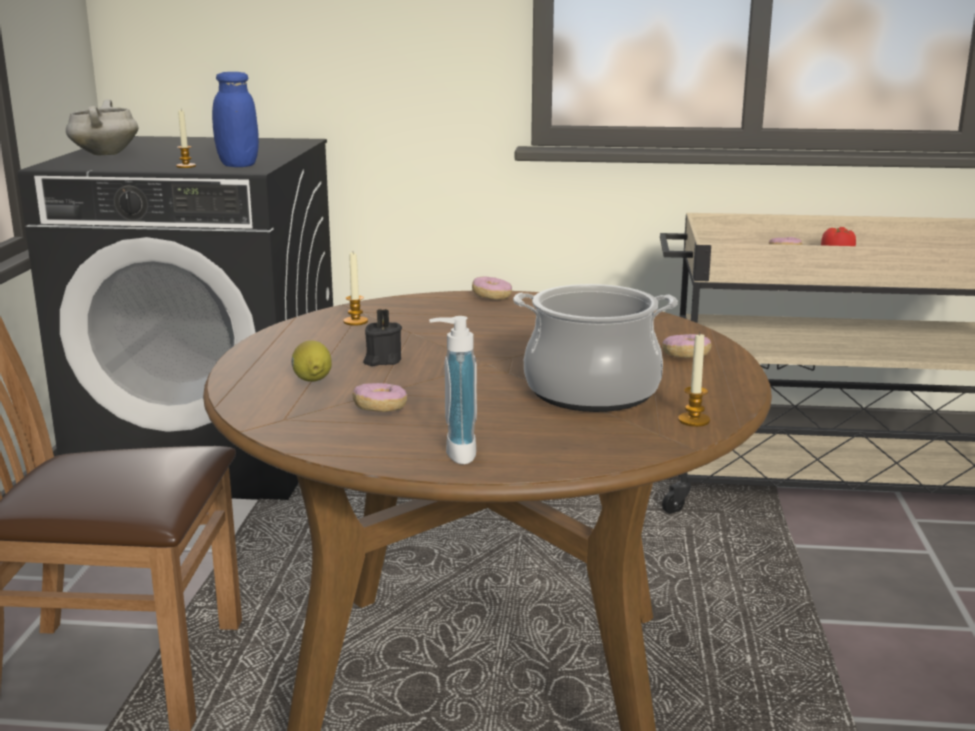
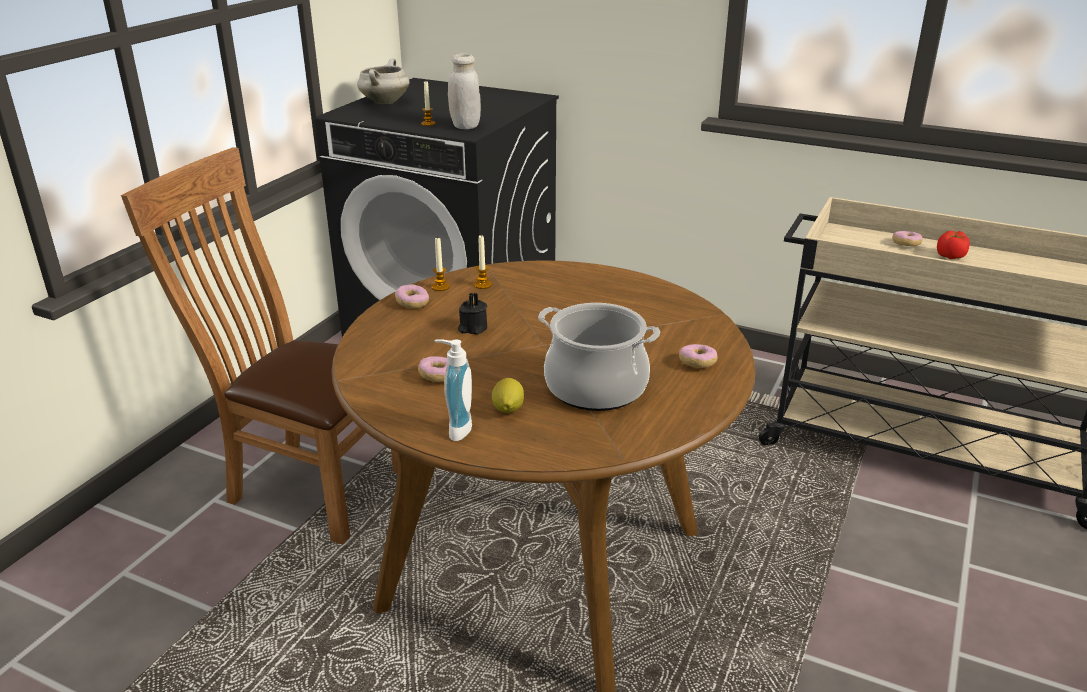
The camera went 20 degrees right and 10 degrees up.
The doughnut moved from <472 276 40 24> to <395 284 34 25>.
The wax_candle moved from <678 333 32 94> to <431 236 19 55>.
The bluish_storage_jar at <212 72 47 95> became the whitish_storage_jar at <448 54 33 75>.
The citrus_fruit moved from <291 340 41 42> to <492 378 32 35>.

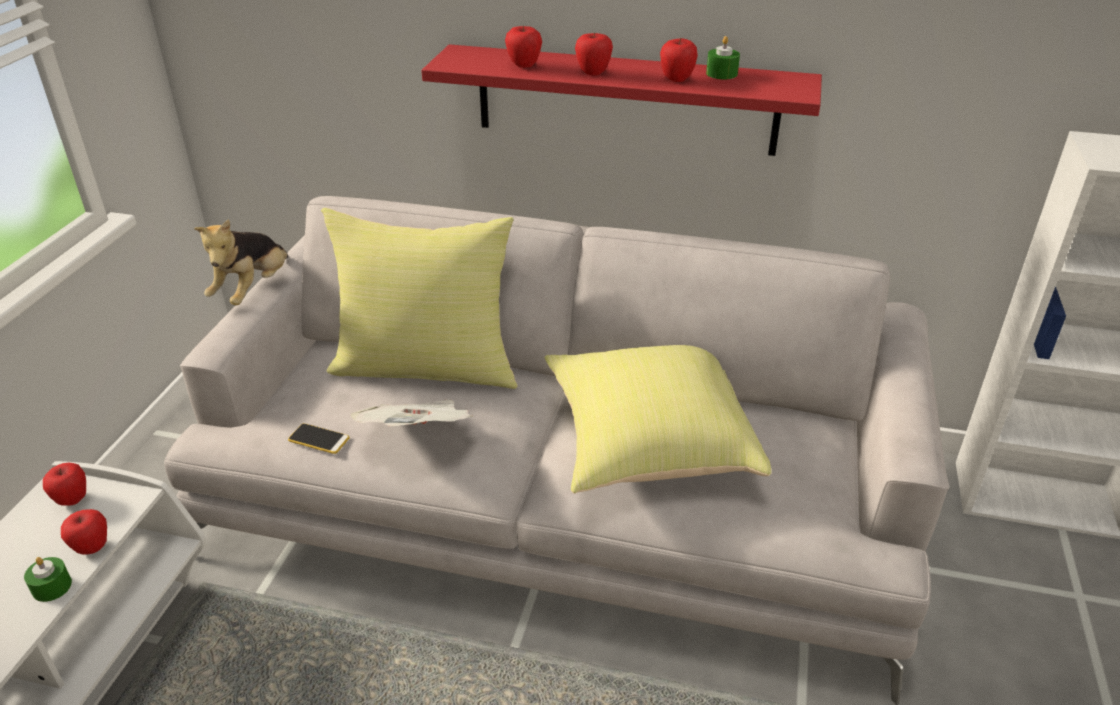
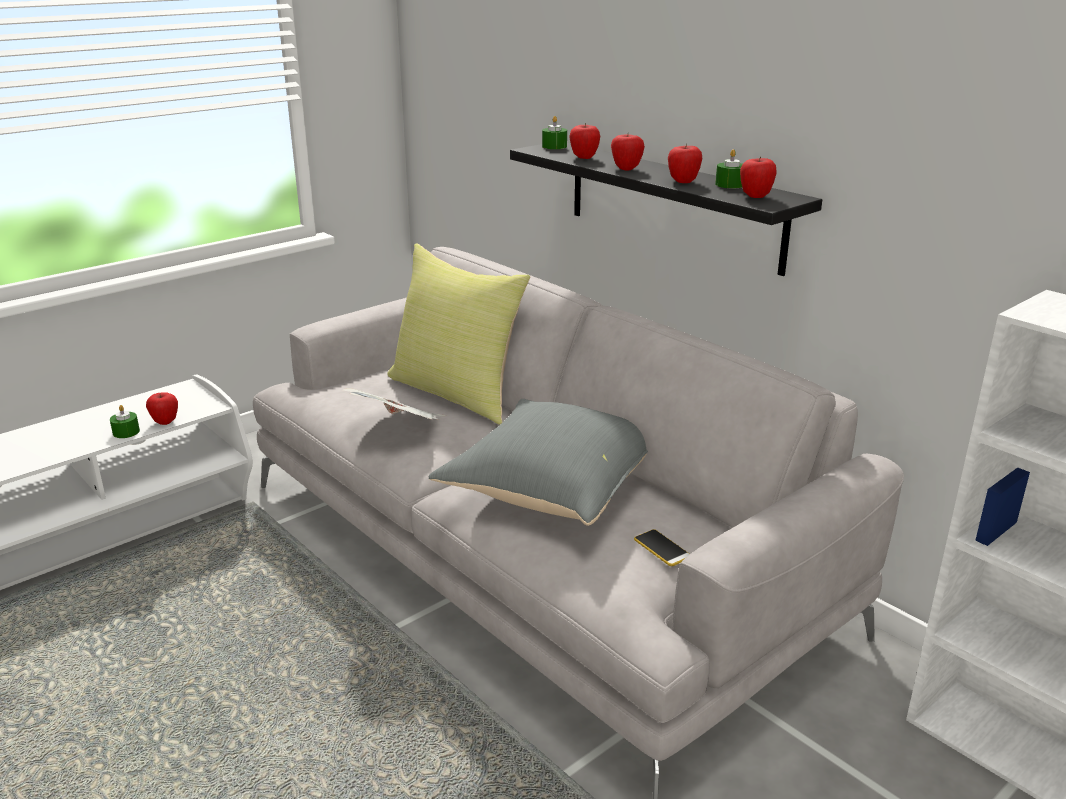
The camera went 35 degrees right and 10 degrees down.
The yellow-coloured_cushion at <544 345 228 149> became the gray_cushion at <429 399 219 127>.
The red-coloured_bracket_shelf at <421 44 401 112> became the black-coloured_bracket_shelf at <510 143 312 133>.
The green-coloured_wax_candle at <542 116 25 33> appeared.
The telephone moved from <288 423 62 31> to <634 529 56 37>.
The apple_fruit moved from <43 463 43 43> to <740 156 37 42>.
The cuddly_toy at <194 219 94 86> disappeared.

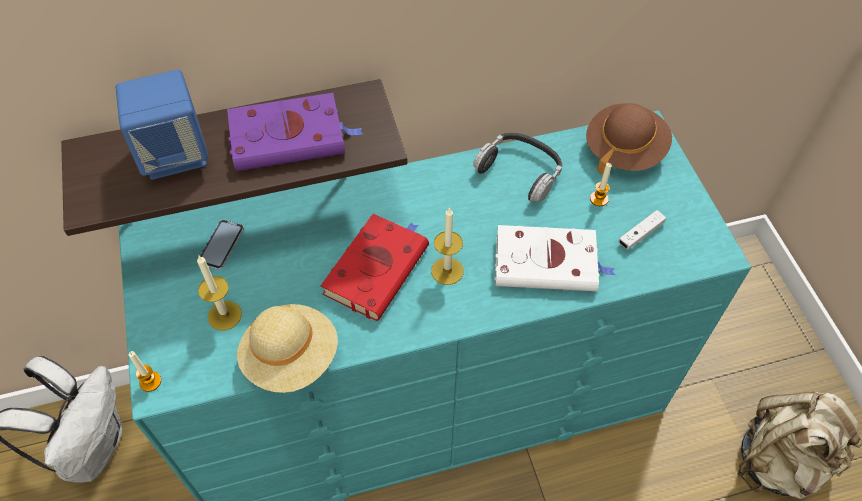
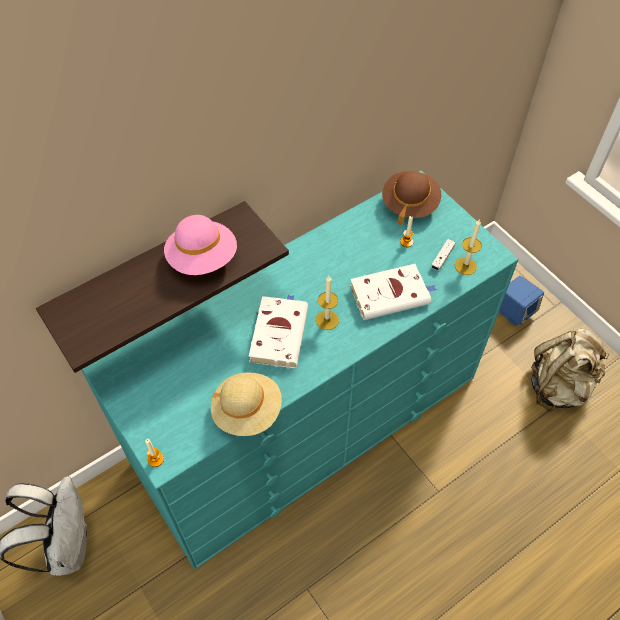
The camera went 20 degrees left and 0 degrees up.
The purple-coloured_book at <227 93 136 78> was replaced by the pinkish_wearable_hat at <164 215 73 60>.
The red-coloured_book at <321 214 108 107> became the whitish_book at <249 295 59 74>.
The wax_candle moved from <197 256 45 75> to <455 220 27 55>.
The bluish_loudspeaker moved from <116 69 92 111> to <499 276 45 50>.
The telephone at <200 220 44 50> disappeared.
The headset at <473 133 89 70> disappeared.

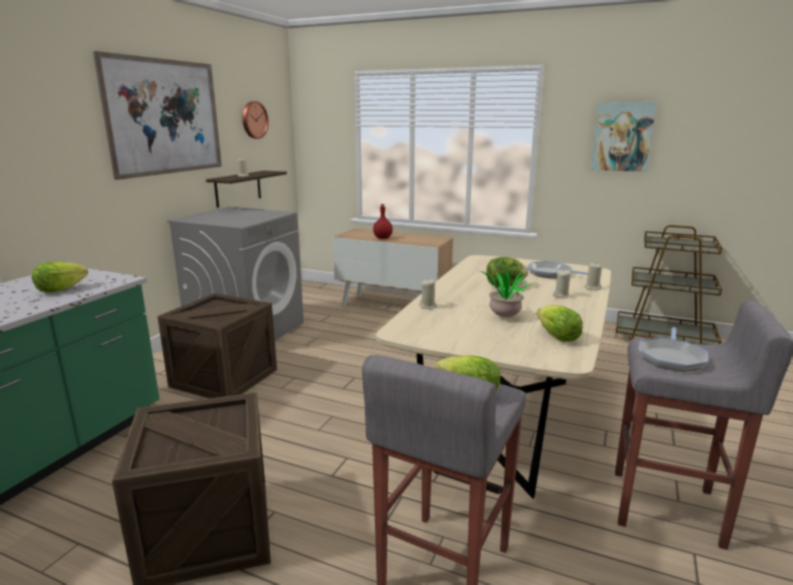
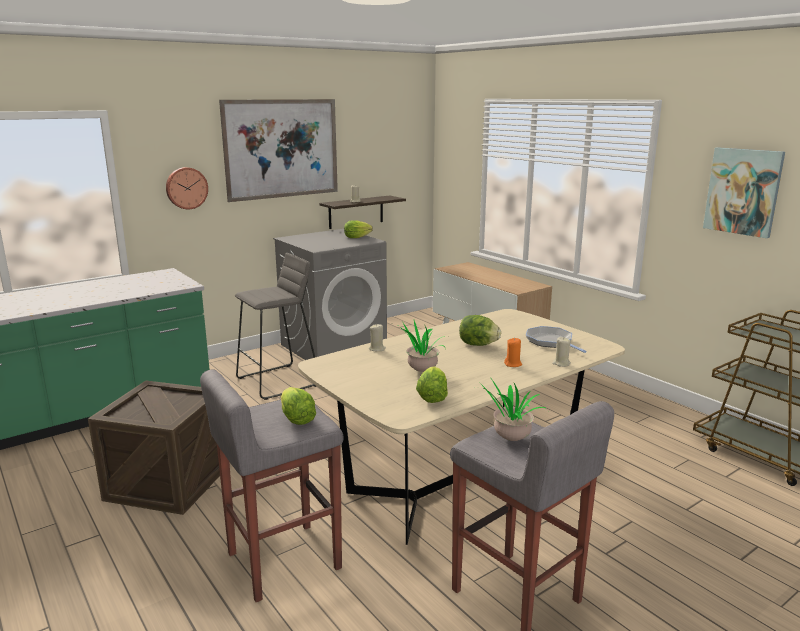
The camera went 30 degrees right and 0 degrees up.
The wall_clock moved from <242 101 27 38> to <166 167 42 42>.
The crate at <157 293 120 105> was replaced by the gray_stool_seat at <235 253 81 147>.
The lettuce_head moved from <32 262 56 31> to <344 221 29 17>.
The frying_pan at <639 327 69 45> was replaced by the plant_in_a_pot at <474 377 74 64>.
The beige_wax_candle at <553 269 18 29> became the orange_wax_candle at <504 338 18 29>.
The red-coloured_drink_bottle at <373 204 20 35> disappeared.

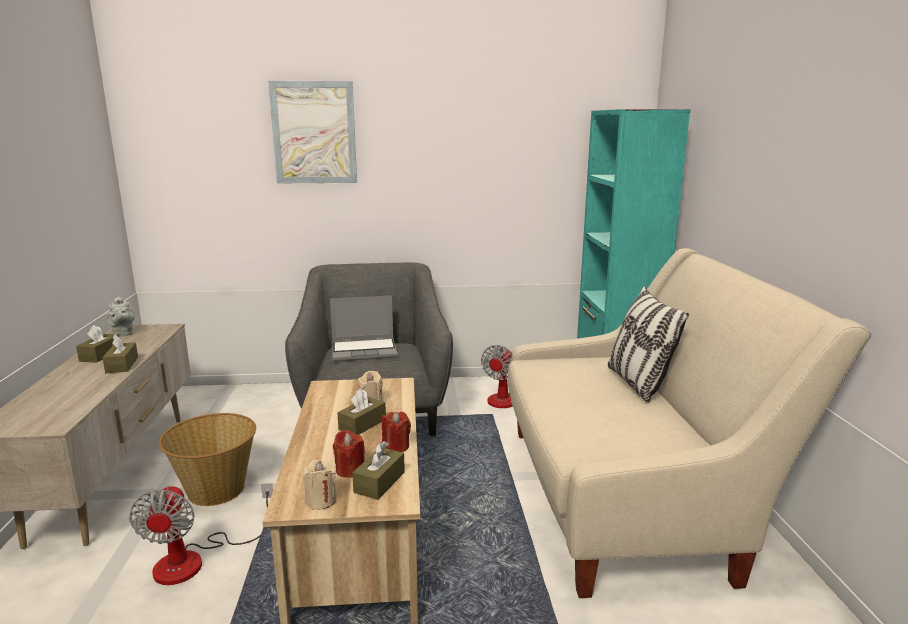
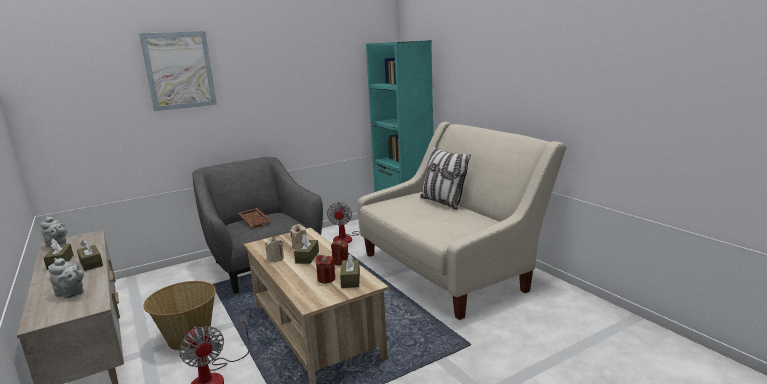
The camera went 25 degrees left and 0 degrees up.
The gray_teapot at <48 258 36 40> appeared.
The portable_computer at <330 296 68 66> was replaced by the brown_carrying_tray at <238 208 34 19>.
The beige_wax_candle moved from <303 460 33 50> to <265 237 19 25>.

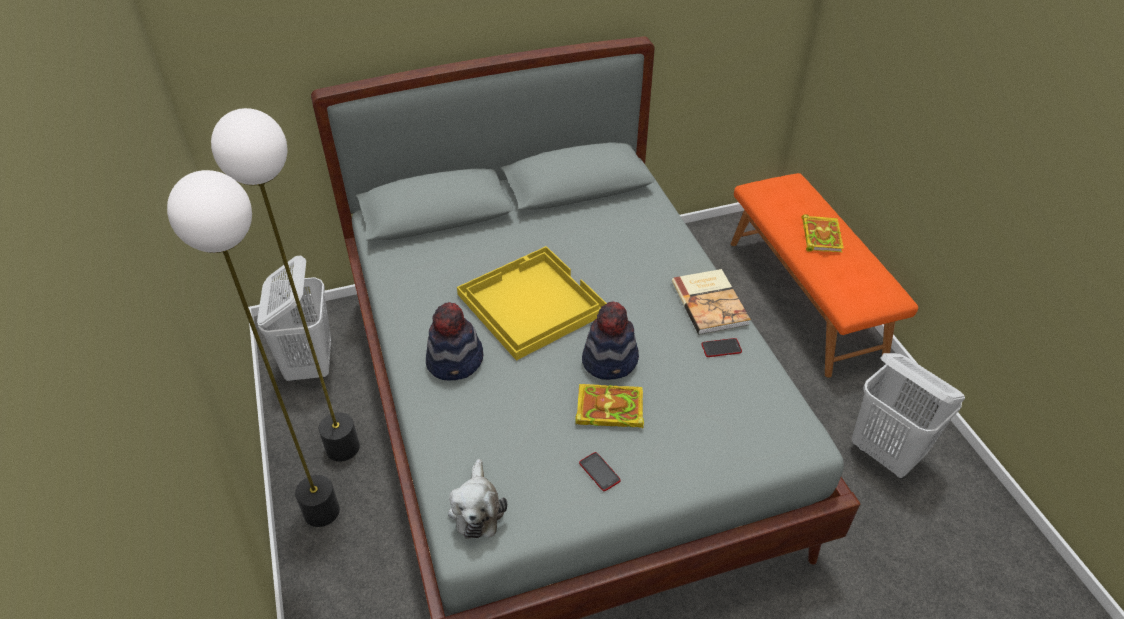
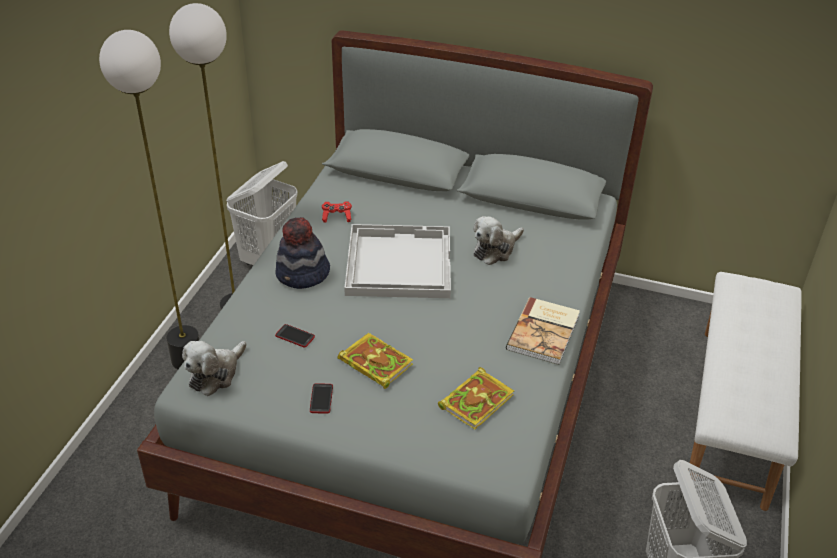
The camera went 35 degrees right and 5 degrees down.
The telephone moved from <701 338 41 19> to <275 324 40 24>.
The red-coloured_joypad at <322 201 30 22> appeared.
The yellow-coloured_carrying_tray at <457 246 150 115> became the whitish_carrying_tray at <344 224 107 74>.
The book moved from <801 214 43 39> to <438 367 76 63>.
The cuddly_toy at <473 216 51 49> appeared.
The orange_bench at <731 173 187 205> became the whitish_bench at <690 272 111 239>.
The wearable_hat at <582 301 57 79> disappeared.

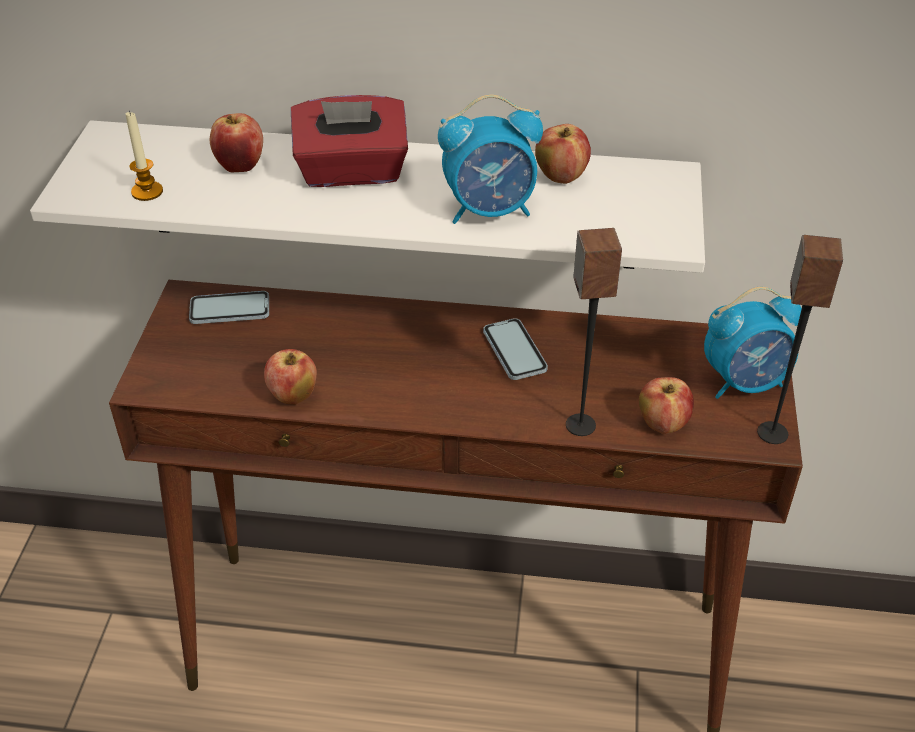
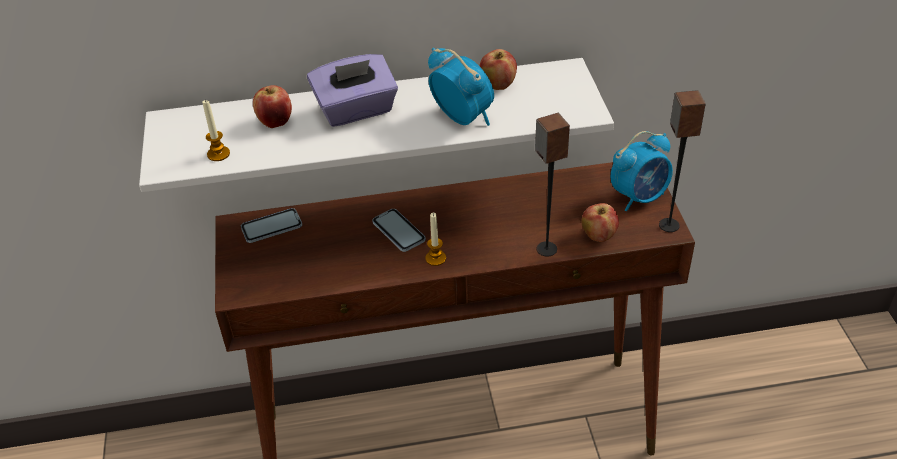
The camera went 15 degrees left and 0 degrees up.
The red-coloured_box_of_tissues at <291 95 117 92> became the purple-coloured_box_of_tissues at <307 54 91 73>.
The telephone moved from <483 318 65 62> to <372 209 54 43>.
The wax_candle at <425 212 21 54> appeared.
The bedside_clock at <438 95 105 129> turned 105 degrees counterclockwise.
The apple_fruit at <264 349 53 56> disappeared.

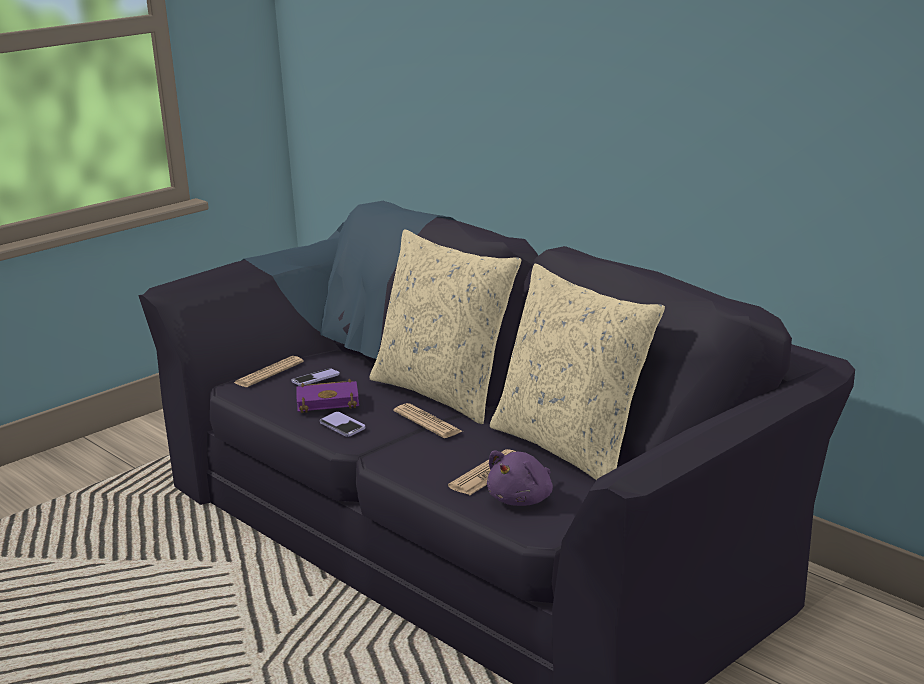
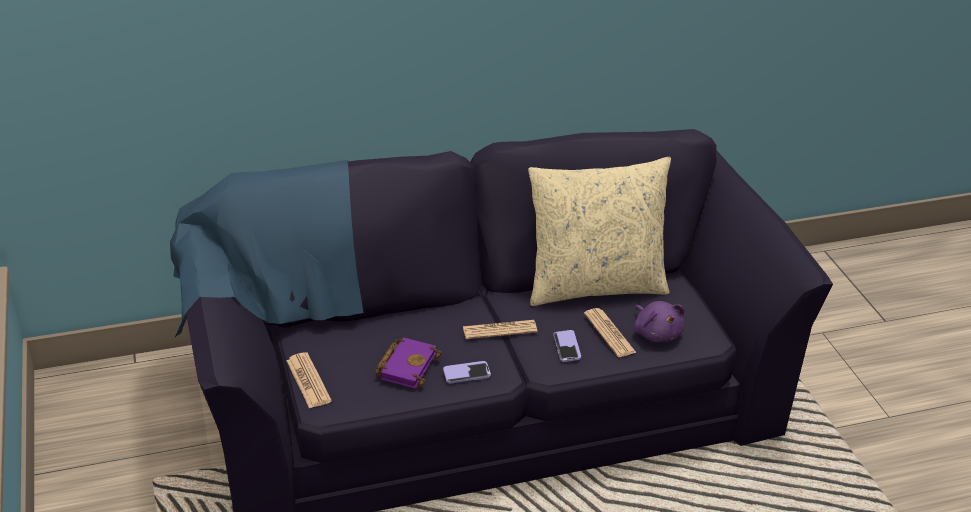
The camera went 65 degrees left and 15 degrees up.
The telephone moved from <291 369 49 17> to <553 330 28 32>.
The beige_cushion at <370 229 151 195> disappeared.

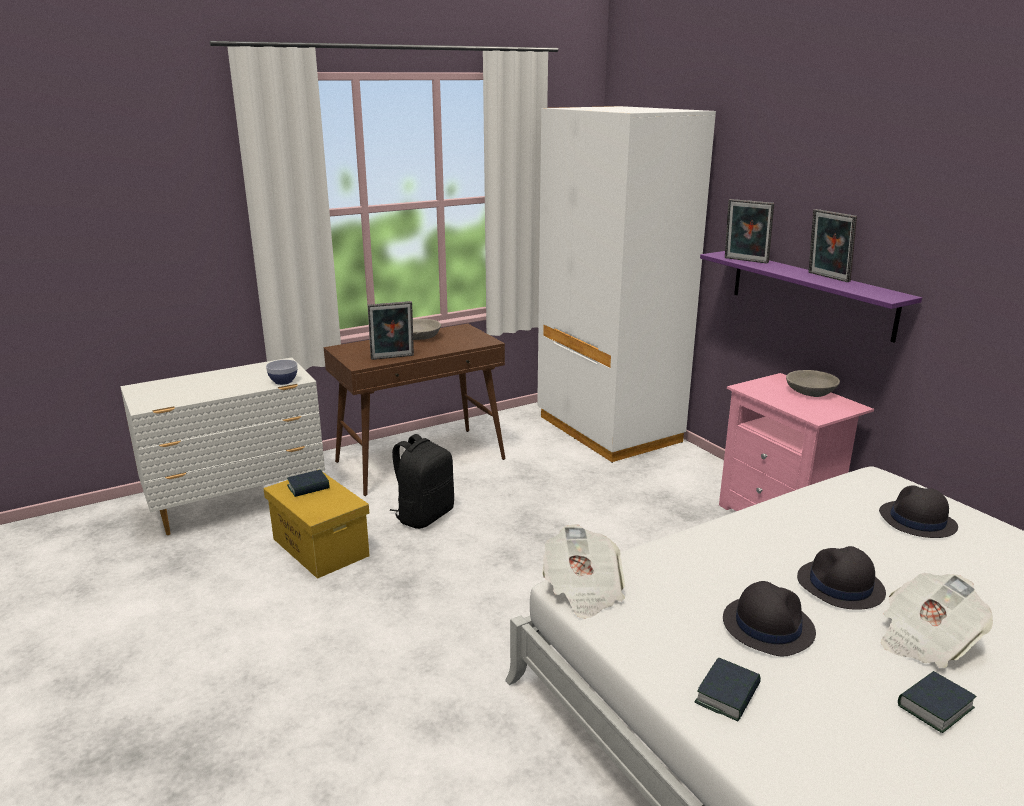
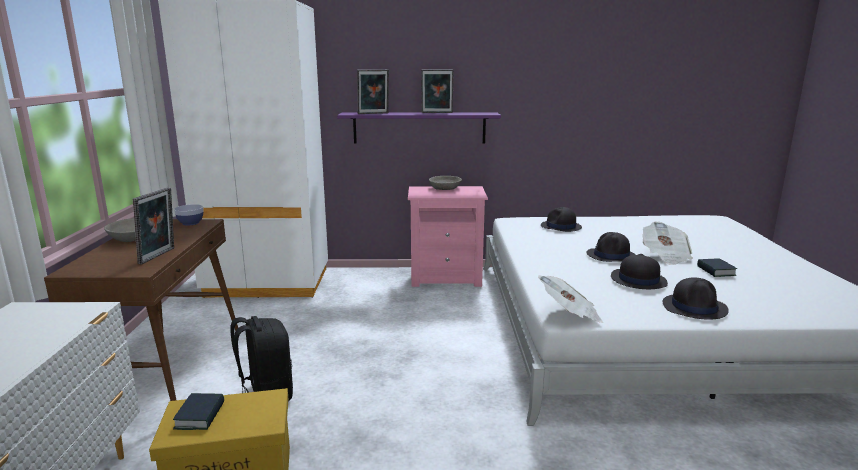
The camera went 60 degrees left and 5 degrees down.
The deep_dish moved from <266 360 32 25> to <174 204 30 22>.
The book at <695 657 66 64> was replaced by the black-coloured_wearable_hat at <663 277 66 43>.

